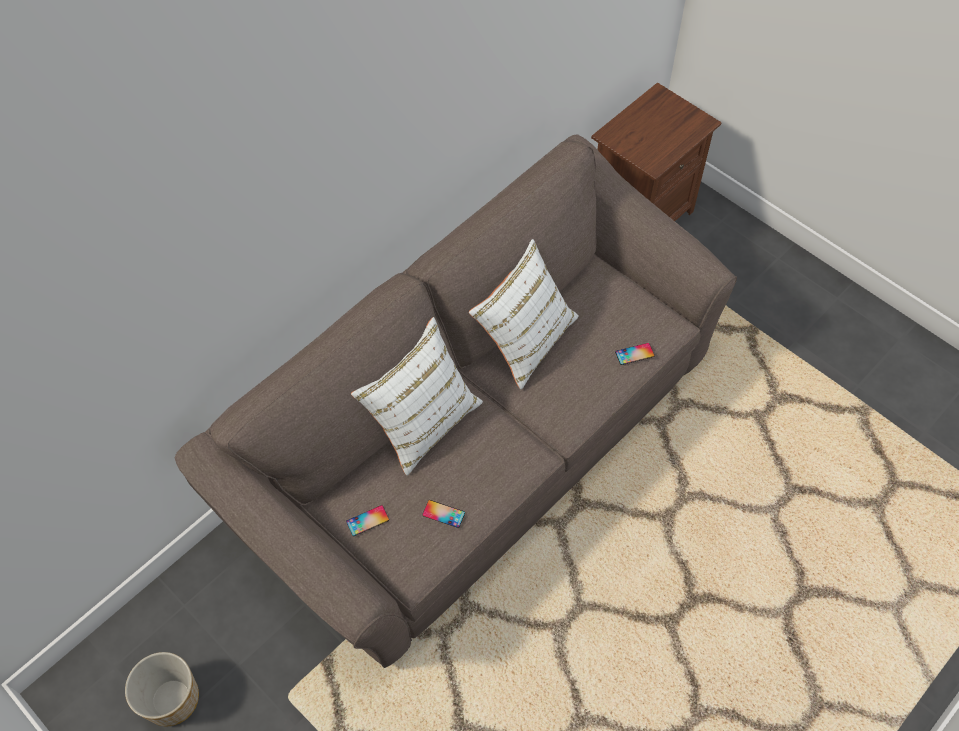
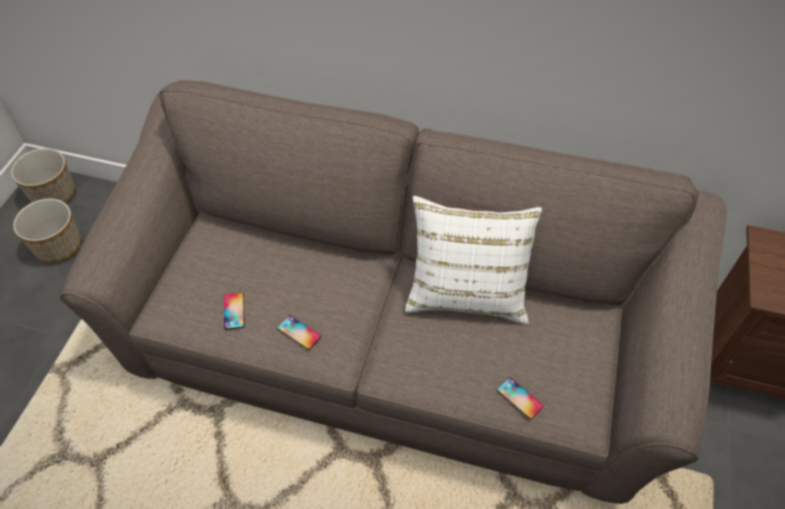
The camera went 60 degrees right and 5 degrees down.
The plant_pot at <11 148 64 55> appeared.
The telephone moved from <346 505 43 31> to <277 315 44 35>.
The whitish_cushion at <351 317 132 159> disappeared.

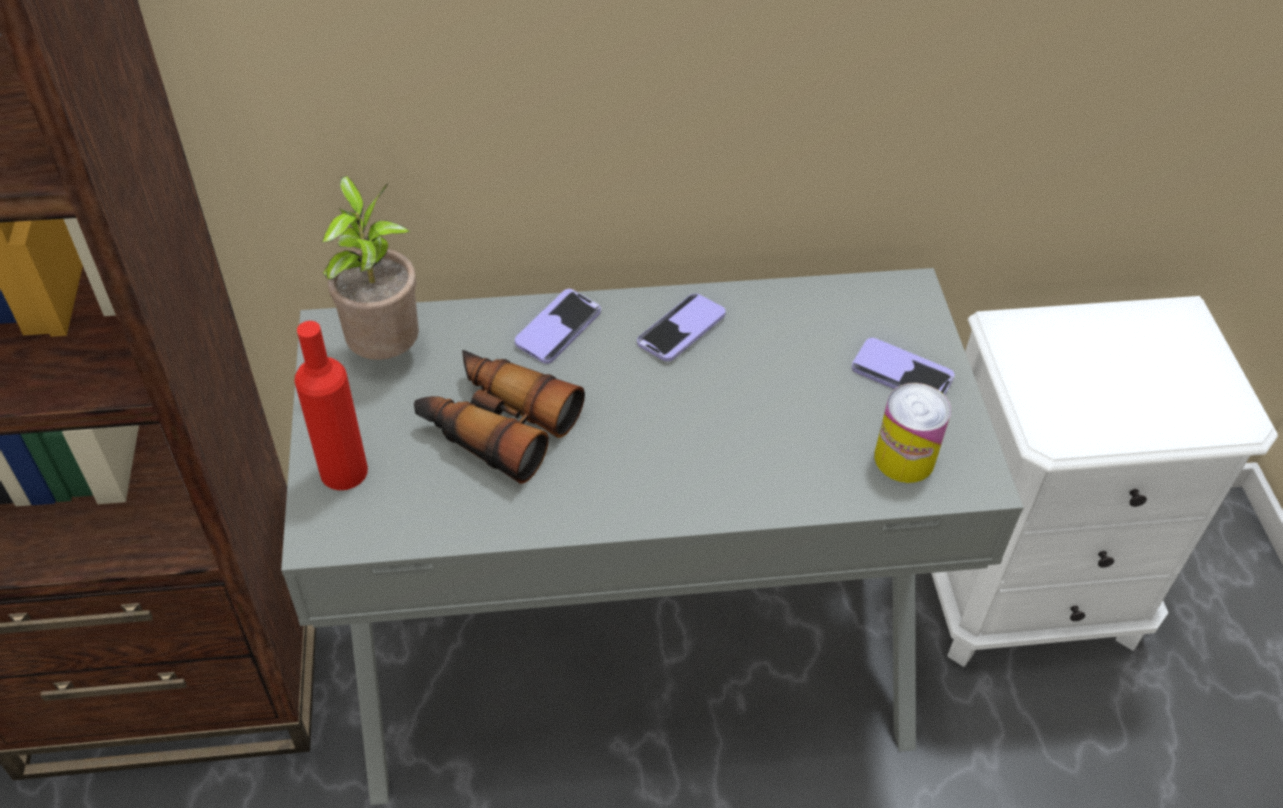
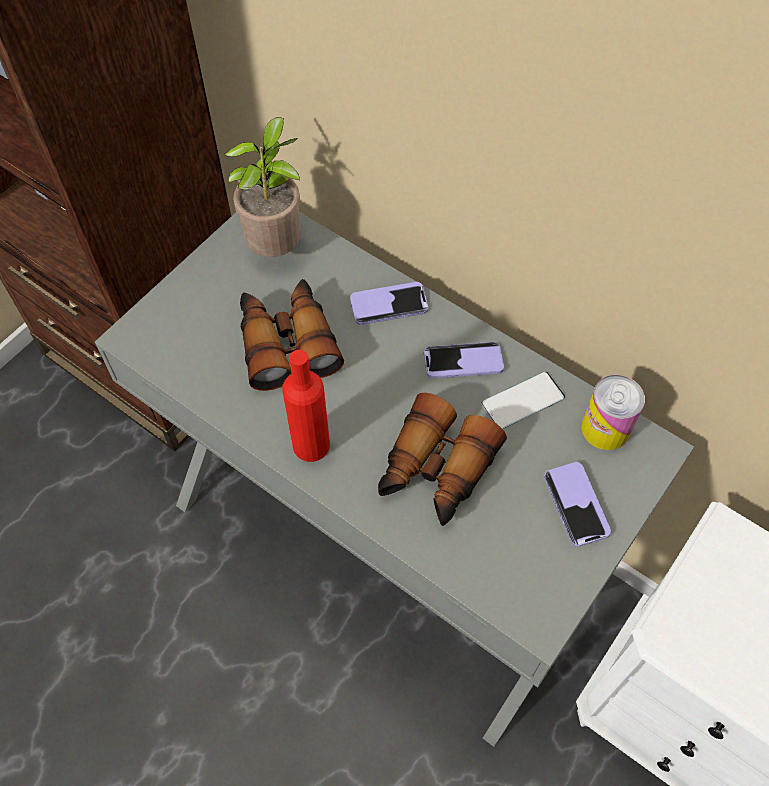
The camera went 45 degrees right and 10 degrees up.
The red-coloured_drink_bottle moved from <294 321 74 169> to <282 350 48 112>.
The field_glasses at <378 393 129 133> appeared.
The telephone at <481 371 84 58> appeared.
The sealed_can moved from <874 383 77 100> to <581 375 64 75>.

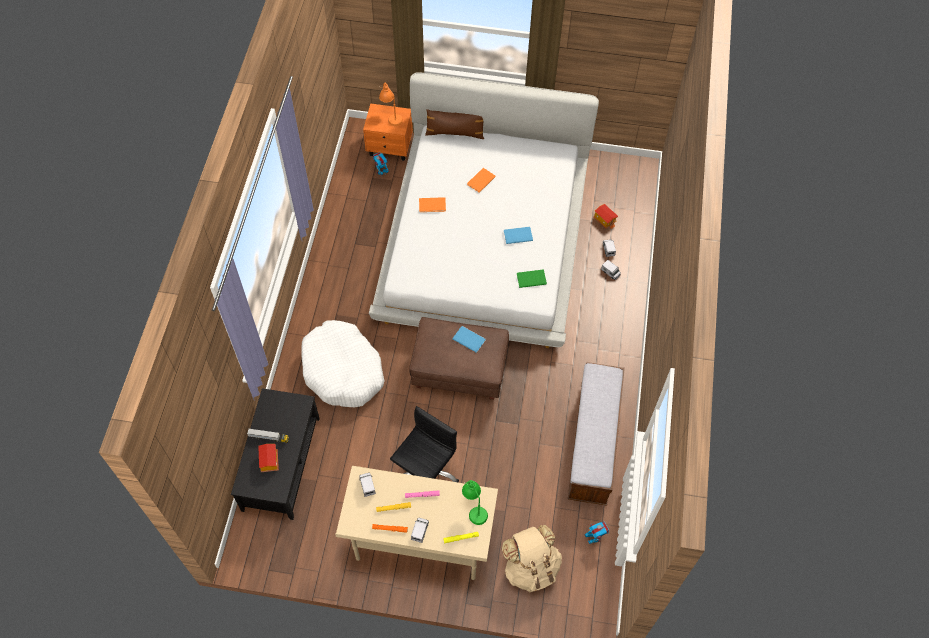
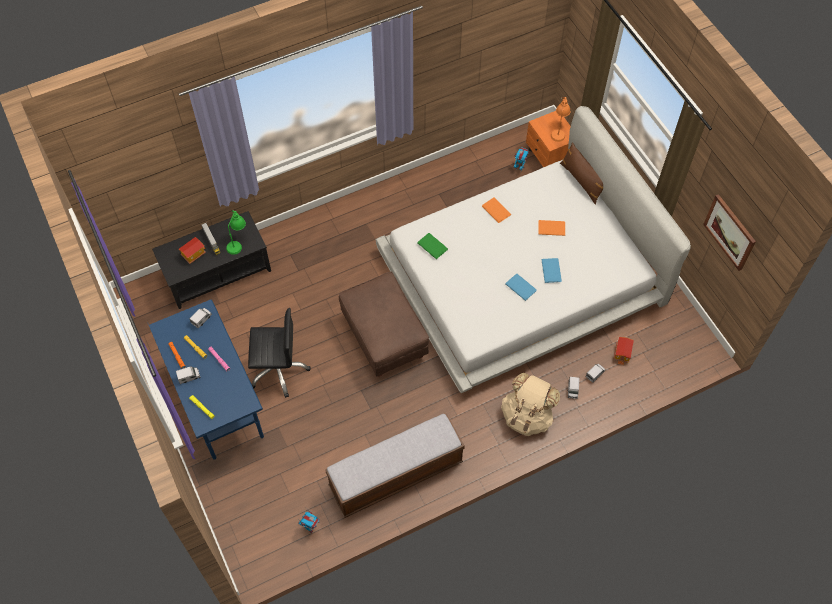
The camera went 55 degrees right and 0 degrees up.
The beige_desk_table at <335 466 163 114> became the bluish_desk_table at <148 300 116 160>.
The green-coloured_tabletop_lamp moved from <462 480 26 45> to <226 210 20 45>.
The green-coloured_book moved from <517 270 30 18> to <417 233 31 26>.
The beige_backpack moved from <502 525 60 67> to <501 373 59 63>.
The bluish_book moved from <453 326 33 27> to <541 258 21 25>.
The wall_art at <703 194 53 77> appeared.
The whitish_dog_cushion at <301 320 83 87> disappeared.

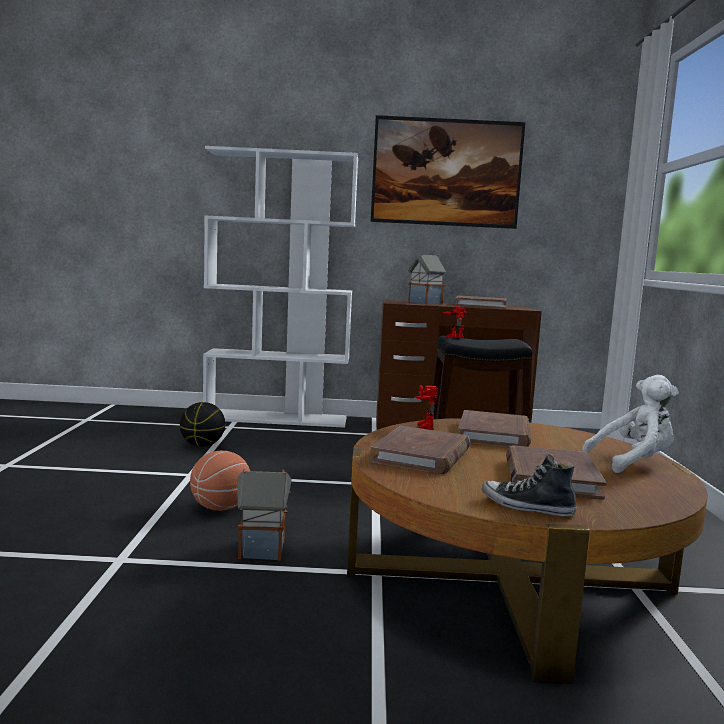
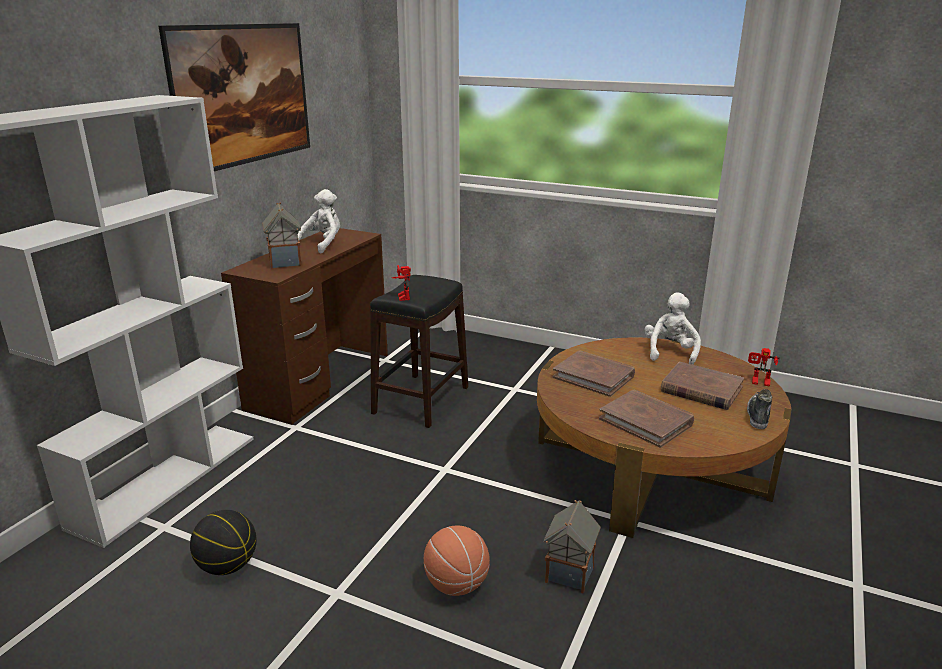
The camera went 65 degrees left and 15 degrees up.
The brown_book at <455 296 52 13> was replaced by the whitish_cuddly_toy at <297 189 43 64>.
The shoe at <482 454 95 62> turned 150 degrees clockwise.
The model_robot moved from <414 385 24 45> to <748 348 32 39>.

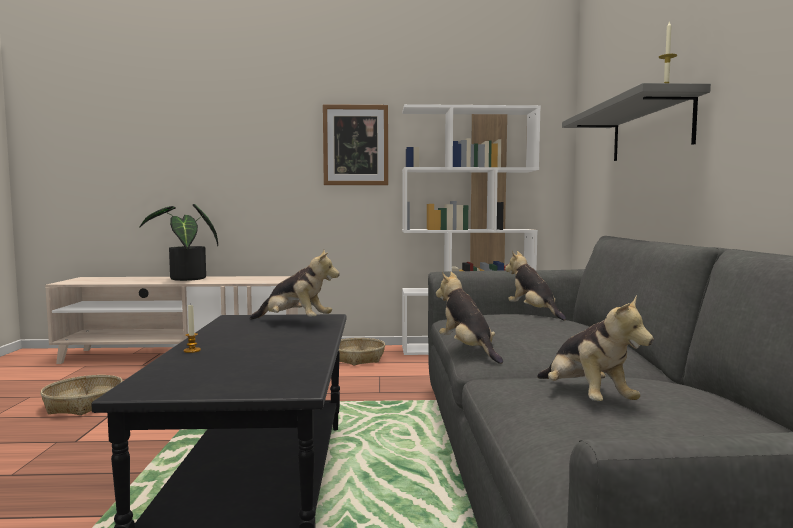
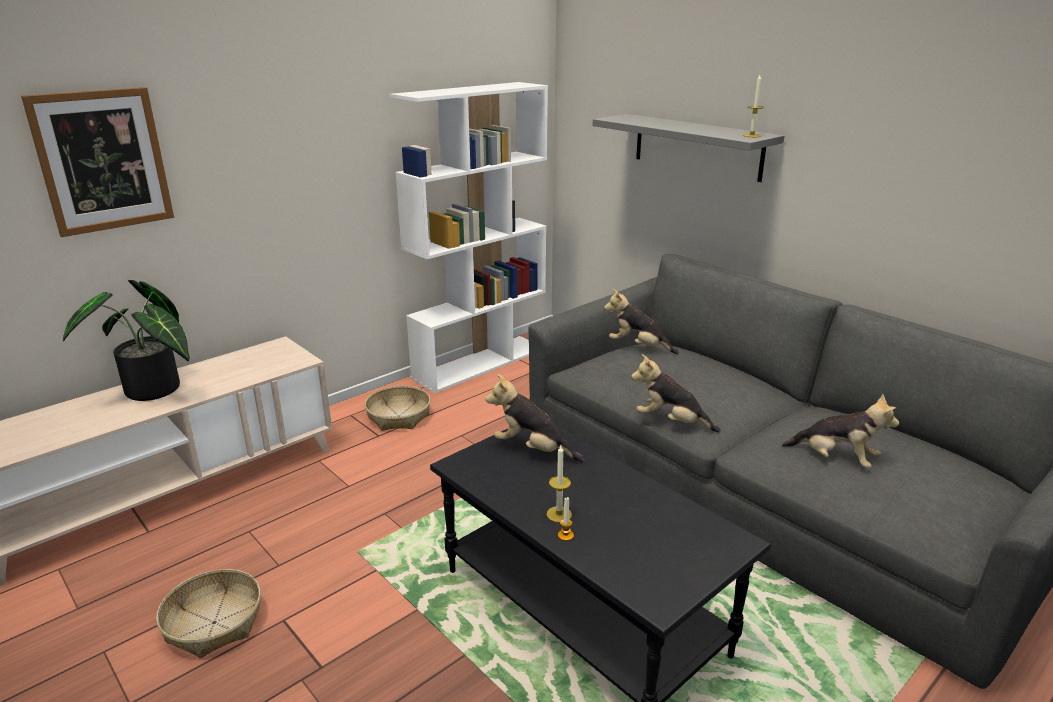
The camera went 40 degrees left and 20 degrees up.
The wall_art moved from <323 104 65 81> to <21 87 153 150>.
The cuddly_toy at <250 250 90 70> turned 135 degrees counterclockwise.
The wax_candle at <547 446 25 77> appeared.

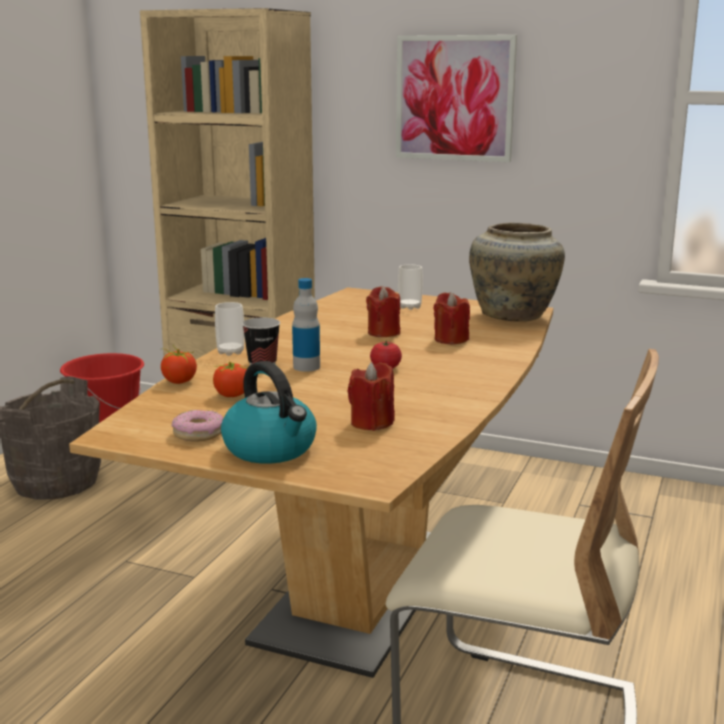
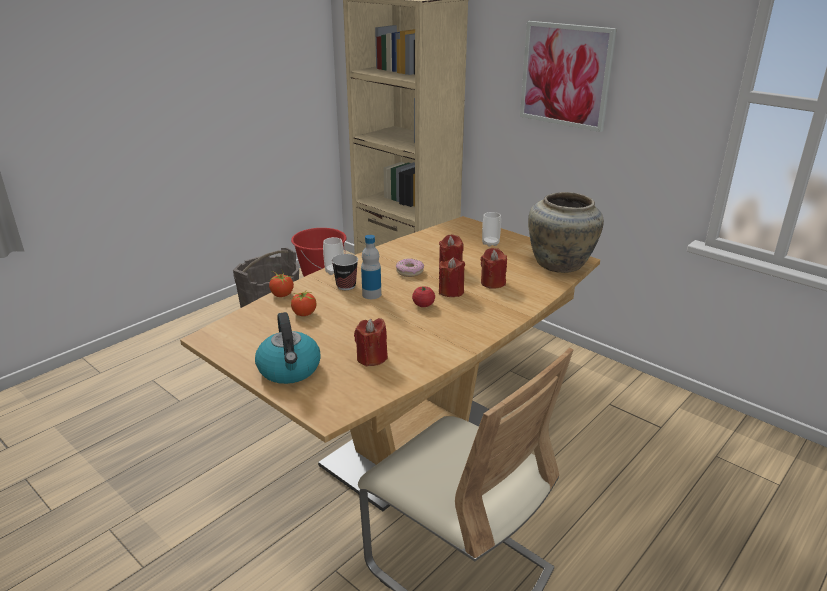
The camera went 20 degrees right and 10 degrees up.
The doughnut moved from <172 410 52 31> to <396 258 28 19>.
The red-coloured_wax_candle at <439 257 26 40> appeared.

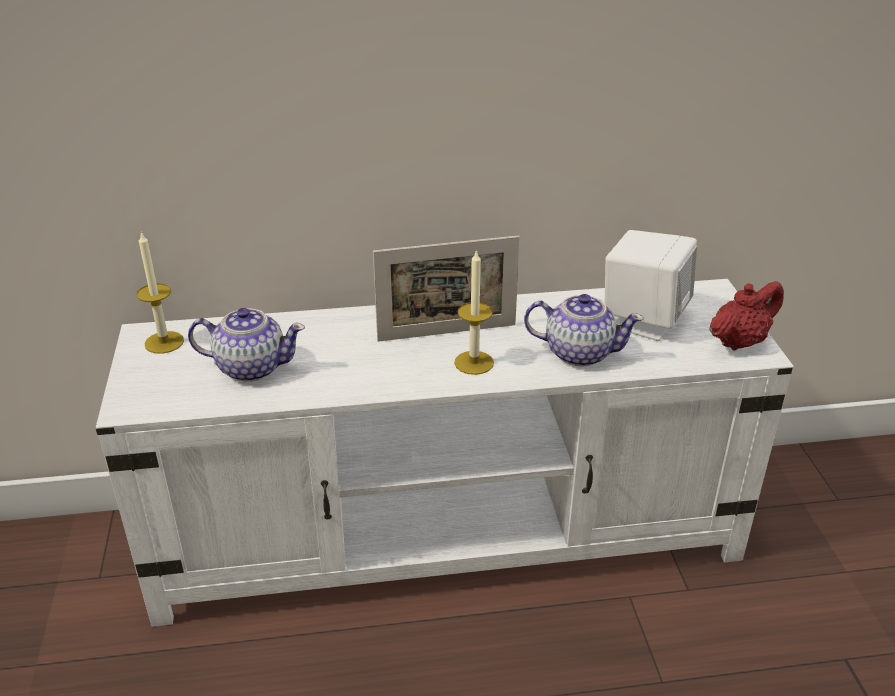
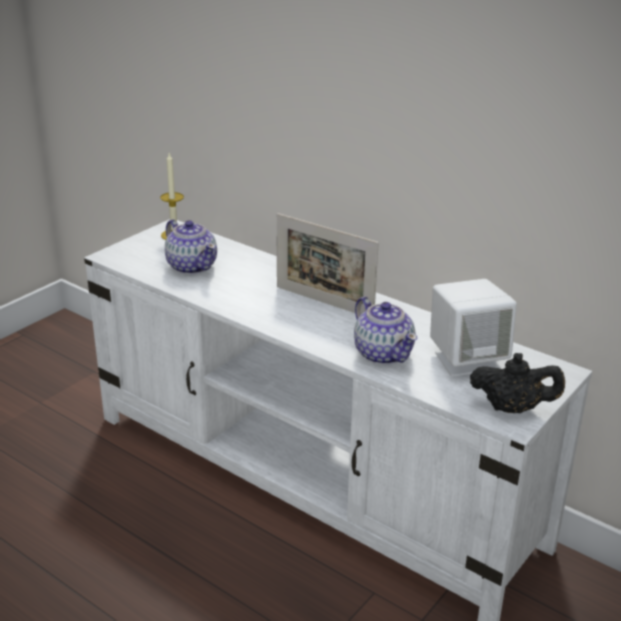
The camera went 45 degrees right and 5 degrees down.
The red-coloured_teapot at <709 281 75 70> became the black-coloured_teapot at <470 353 95 60>.
The wax_candle at <454 249 40 126> disappeared.

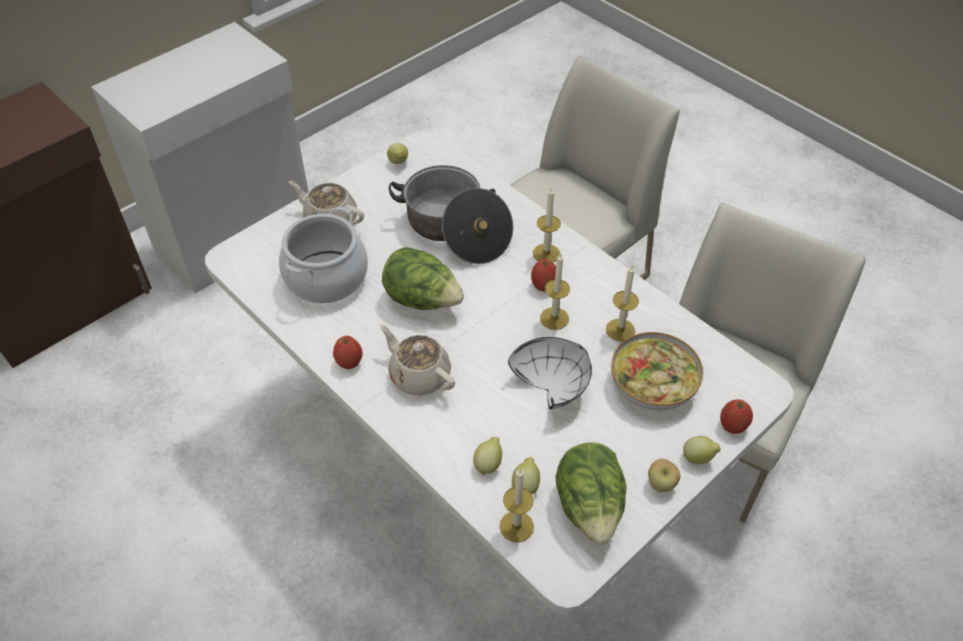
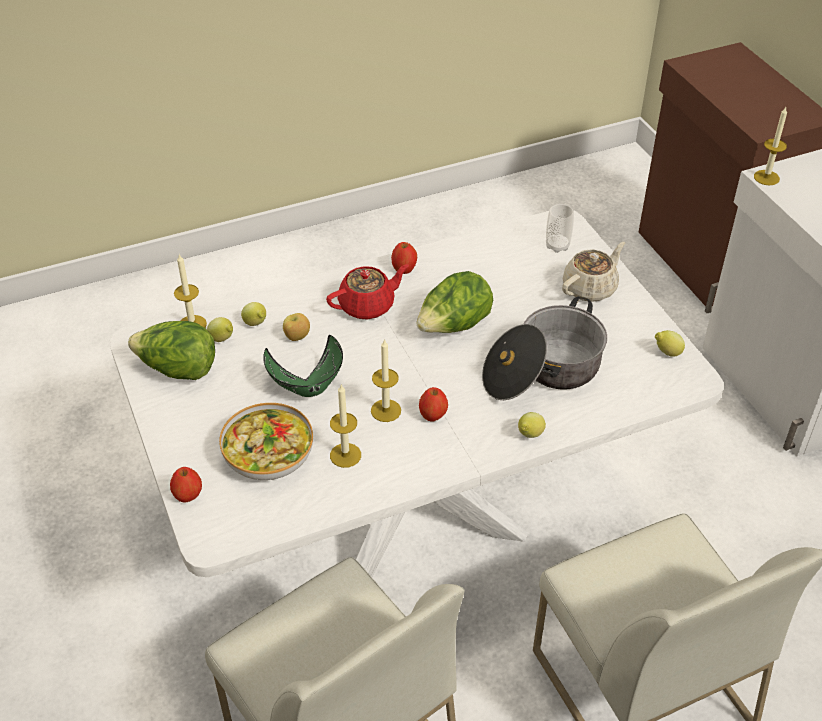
The camera went 110 degrees right and 5 degrees down.
The whitish_deep_dish at <508 337 84 72> became the green-coloured_deep_dish at <263 335 80 62>.
The apple_fruit moved from <648 459 32 33> to <283 313 27 28>.
The beige_teapot at <380 324 75 71> became the red-coloured_teapot at <326 264 83 56>.
The citrus_fruit moved from <683 436 38 29> to <518 412 28 26>.
The cup at <546 204 28 49> appeared.
The wax_candle moved from <533 187 28 75> to <754 107 33 79>.
The saucepot at <279 207 89 96> disappeared.

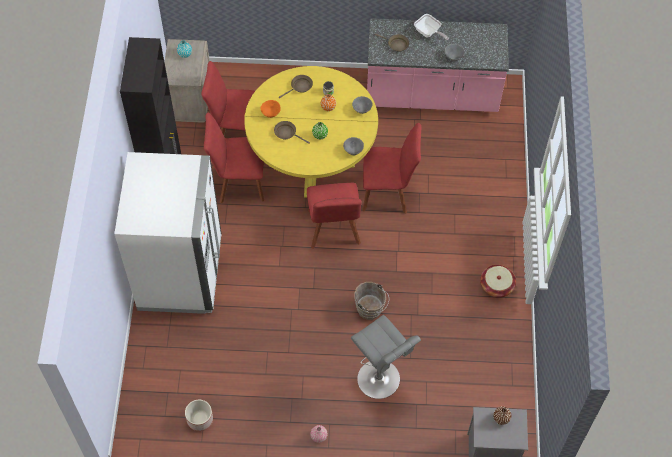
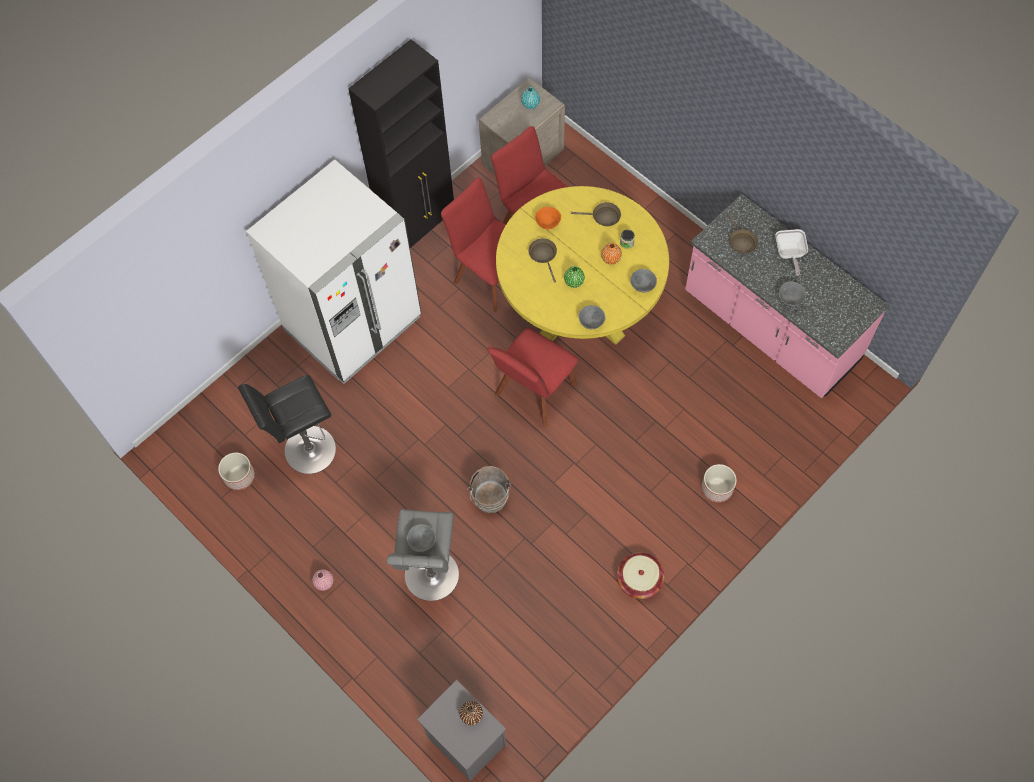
The camera went 45 degrees right and 5 degrees up.
The black-coloured_stool_seat at <238 375 98 99> appeared.
The gray_deep_dish at <407 524 29 28> appeared.
The plant_pot at <702 464 35 38> appeared.
The red-coloured_upright_chair at <362 123 59 91> disappeared.

